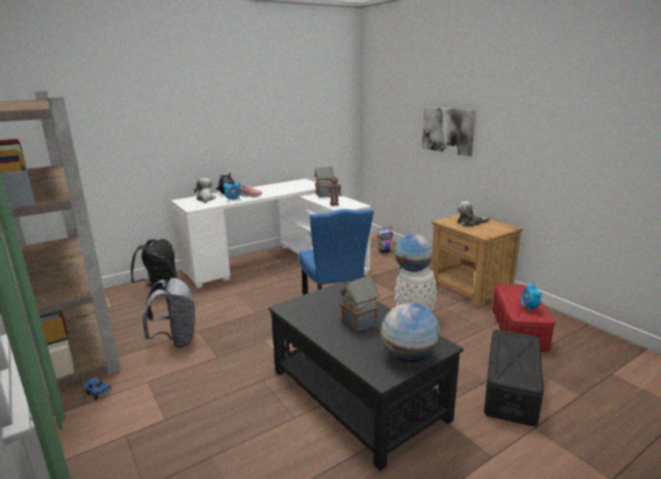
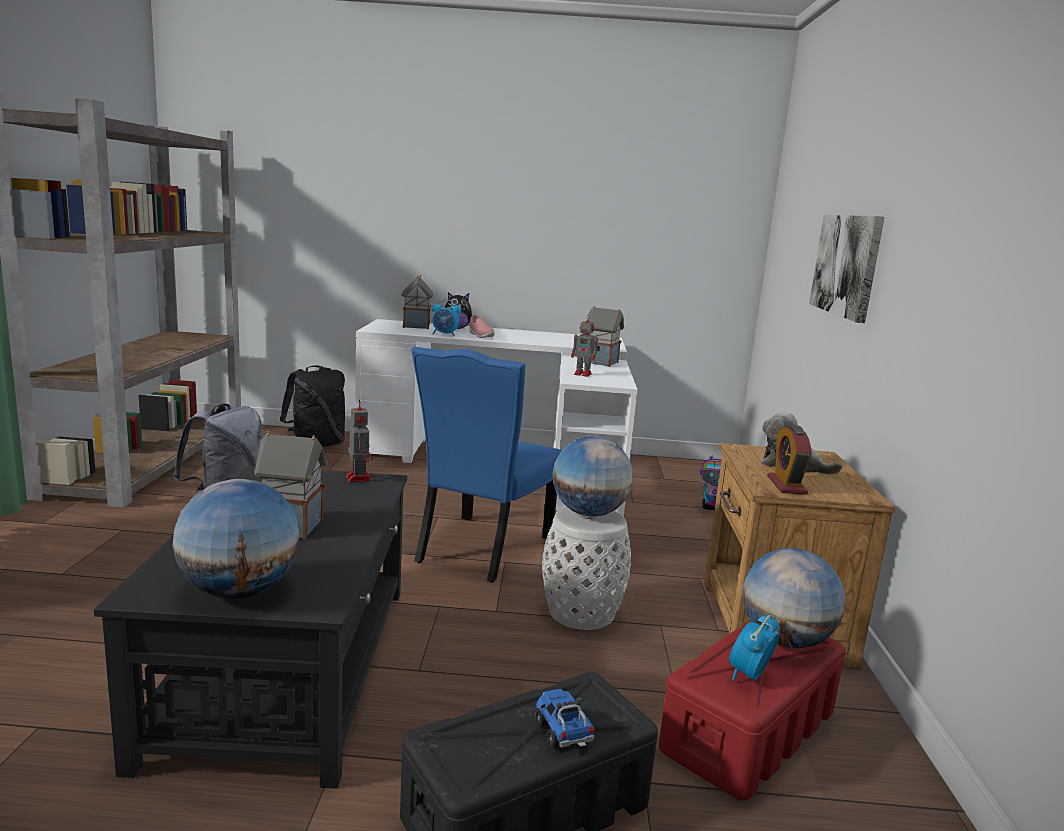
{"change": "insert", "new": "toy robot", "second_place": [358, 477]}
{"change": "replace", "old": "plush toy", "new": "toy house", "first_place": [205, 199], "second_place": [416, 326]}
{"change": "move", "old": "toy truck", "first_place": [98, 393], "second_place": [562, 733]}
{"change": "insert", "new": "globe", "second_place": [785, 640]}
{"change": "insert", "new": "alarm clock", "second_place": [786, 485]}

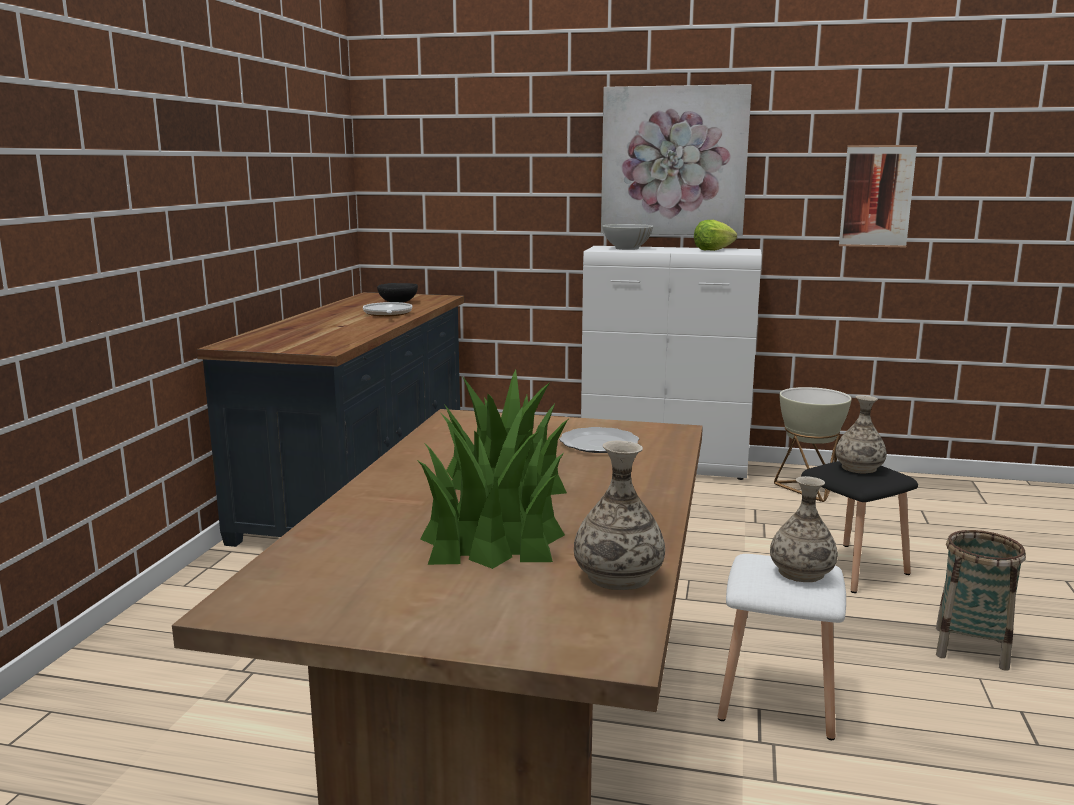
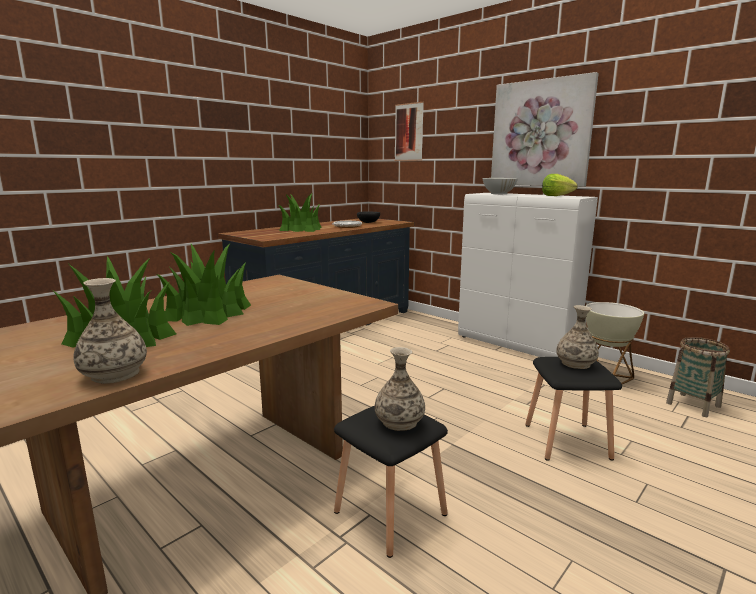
{"change": "insert", "new": "potted plant", "second_place": [300, 229]}
{"change": "recolor", "old": "white stool", "new": "black stool", "first_place": [778, 700], "second_place": [389, 514]}
{"change": "move", "old": "picture", "first_place": [876, 196], "second_place": [409, 132]}
{"change": "move", "old": "basket", "first_place": [971, 648], "second_place": [693, 405]}
{"change": "delete", "old": "plate", "first_place": [598, 443]}

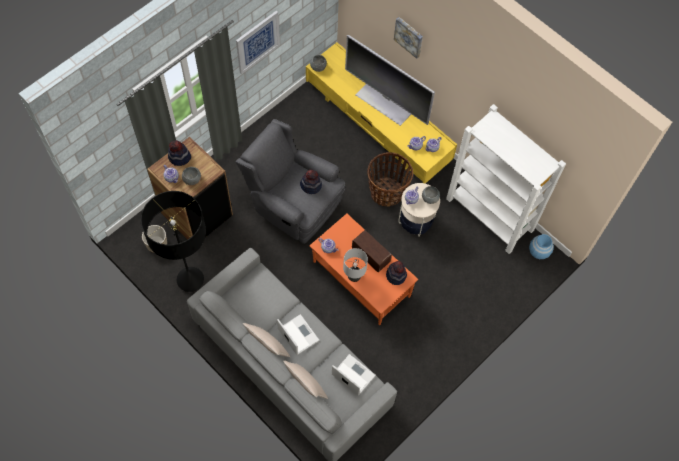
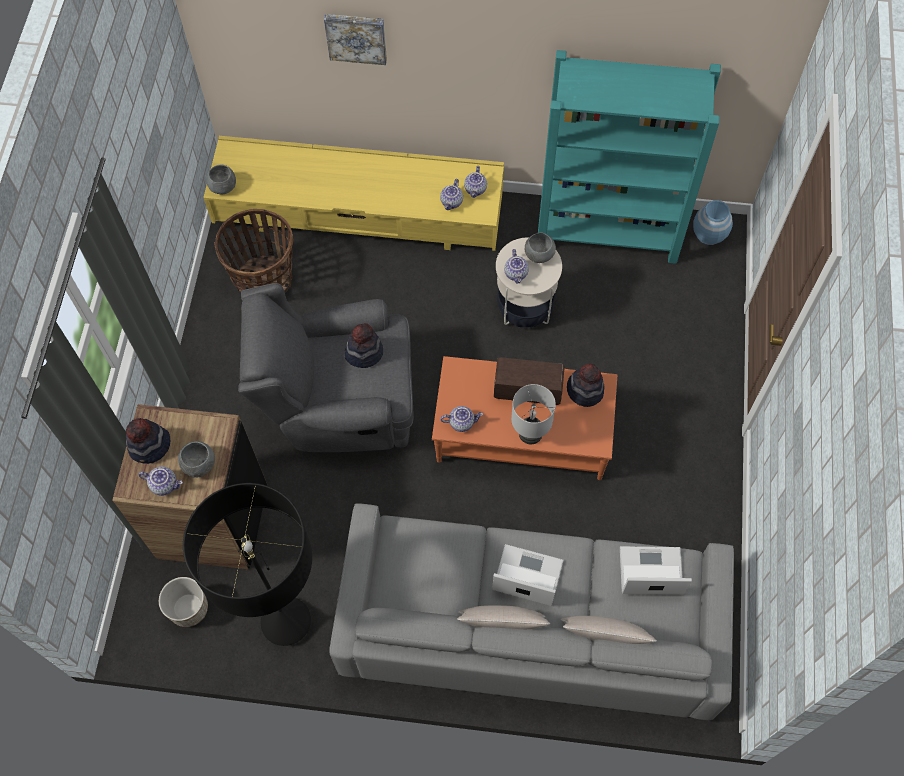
{"change": "move", "old": "basket", "first_place": [387, 192], "second_place": [264, 280]}
{"change": "recolor", "old": "white bookcase", "new": "turquoise bookcase", "first_place": [490, 214], "second_place": [608, 230]}
{"change": "delete", "old": "picture", "first_place": [257, 42]}
{"change": "delete", "old": "television", "first_place": [383, 103]}

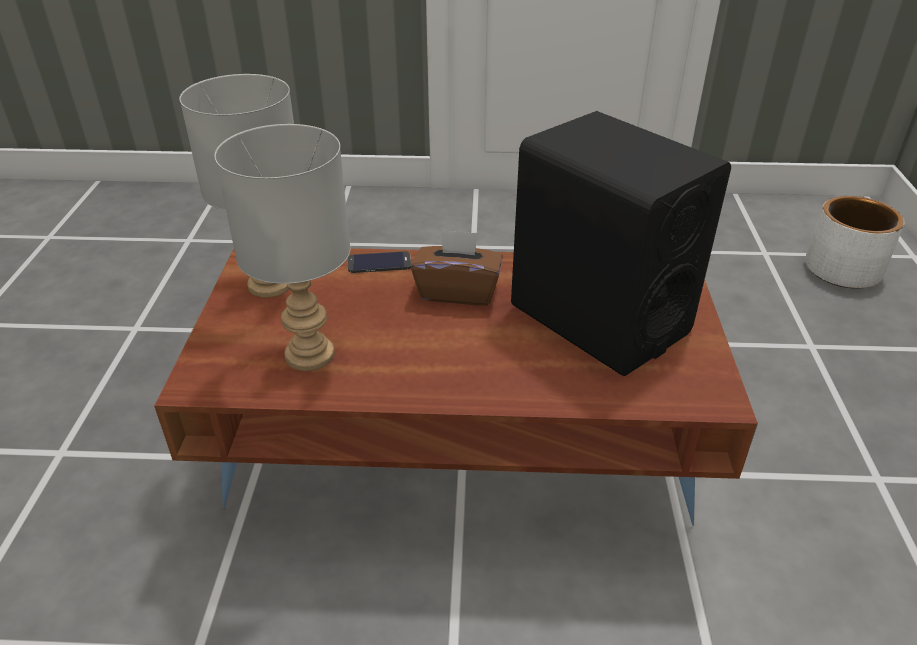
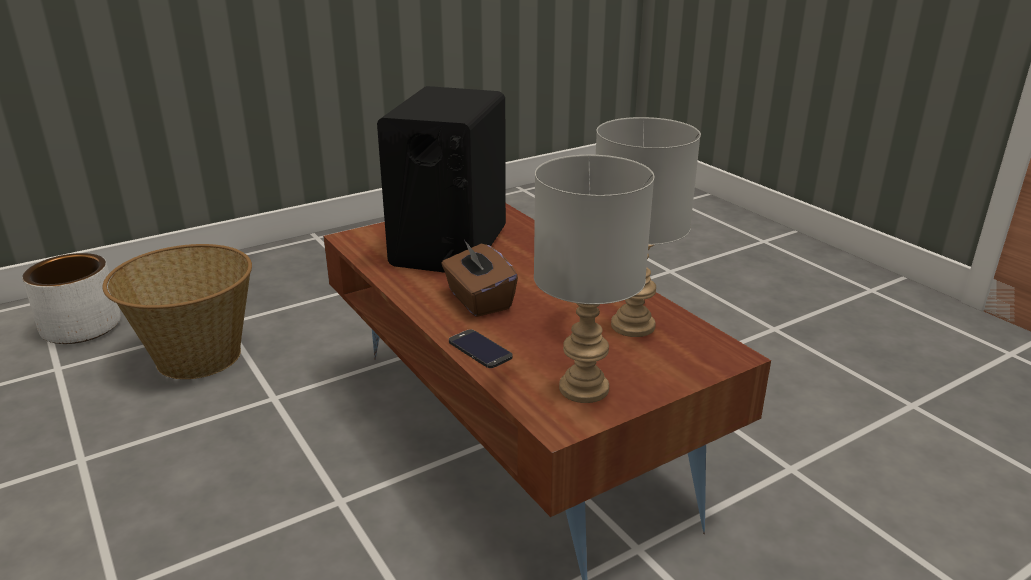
{"change": "insert", "new": "basket", "second_place": [197, 357]}

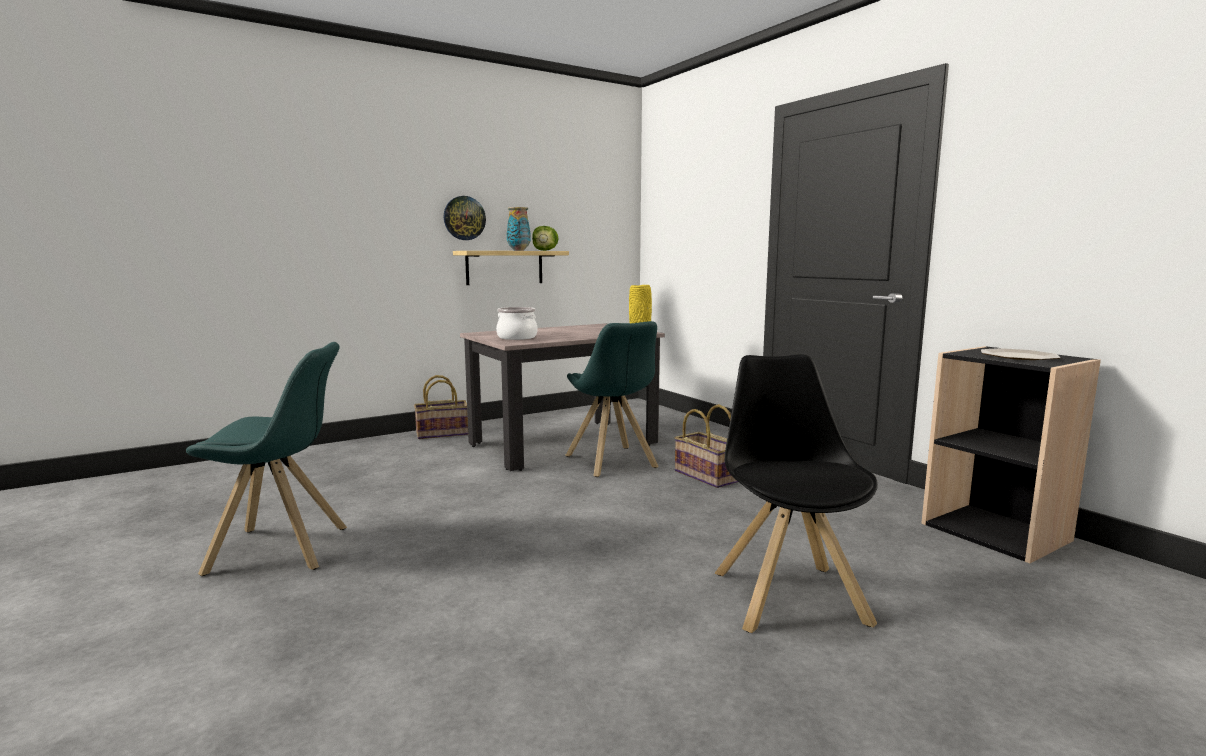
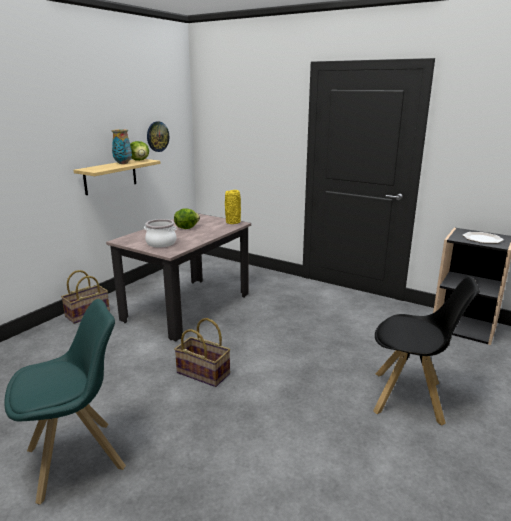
{"change": "move", "old": "wall clock", "first_place": [464, 218], "second_place": [157, 136]}
{"change": "insert", "new": "lettuce", "second_place": [186, 228]}
{"change": "move", "old": "basket", "first_place": [707, 476], "second_place": [204, 373]}
{"change": "rotate", "old": "black chair", "first_place": [788, 594], "second_place": [410, 398], "degrees": 135}
{"change": "delete", "old": "turquoise chair", "first_place": [611, 461]}

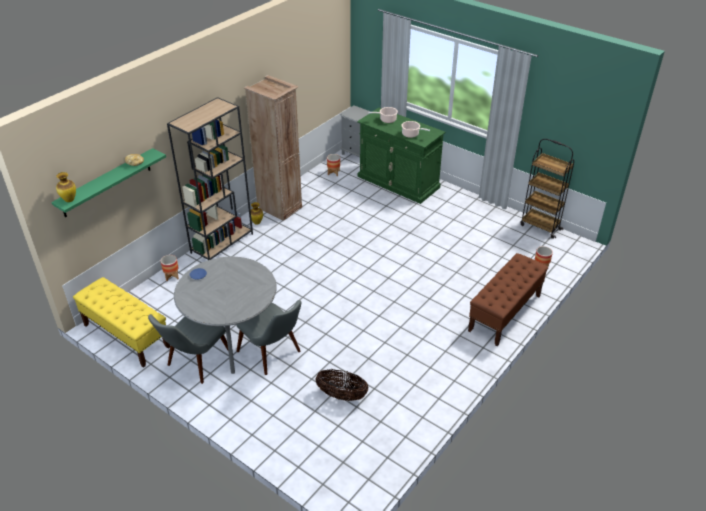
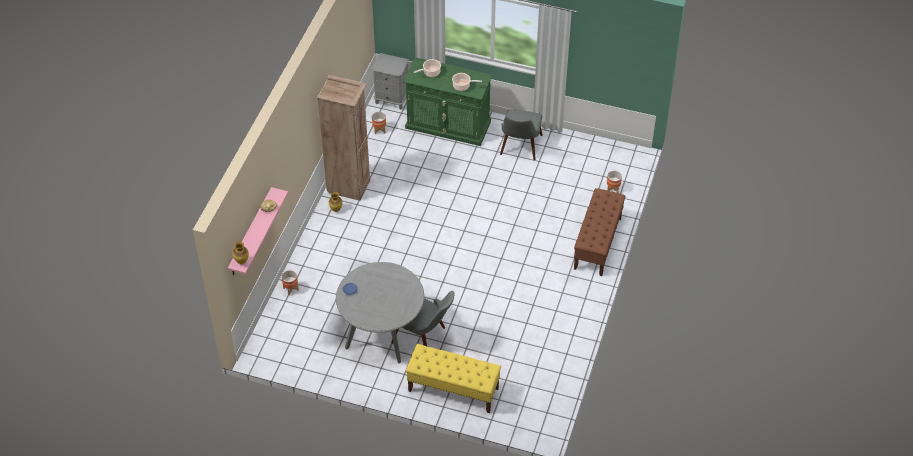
{"change": "recolor", "old": "green shelf", "new": "pink shelf", "first_place": [106, 183], "second_place": [250, 233]}
{"change": "move", "old": "yellow bench", "first_place": [126, 336], "second_place": [453, 389]}
{"change": "move", "old": "grey chair", "first_place": [194, 364], "second_place": [519, 149]}
{"change": "delete", "old": "bookcase", "first_place": [222, 243]}
{"change": "delete", "old": "basket", "first_place": [341, 395]}
{"change": "delete", "old": "brown cart", "first_place": [540, 227]}

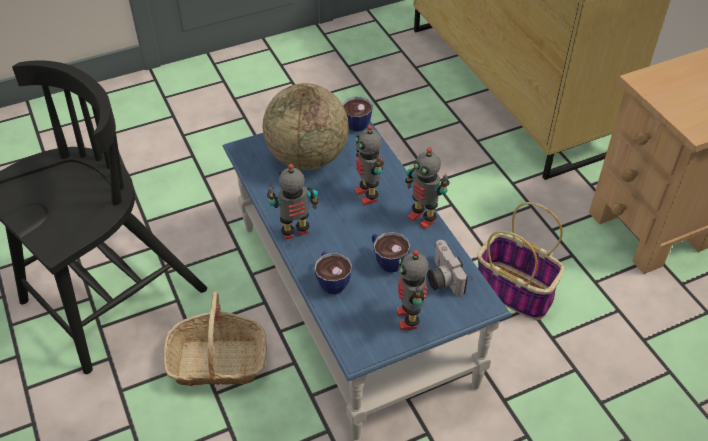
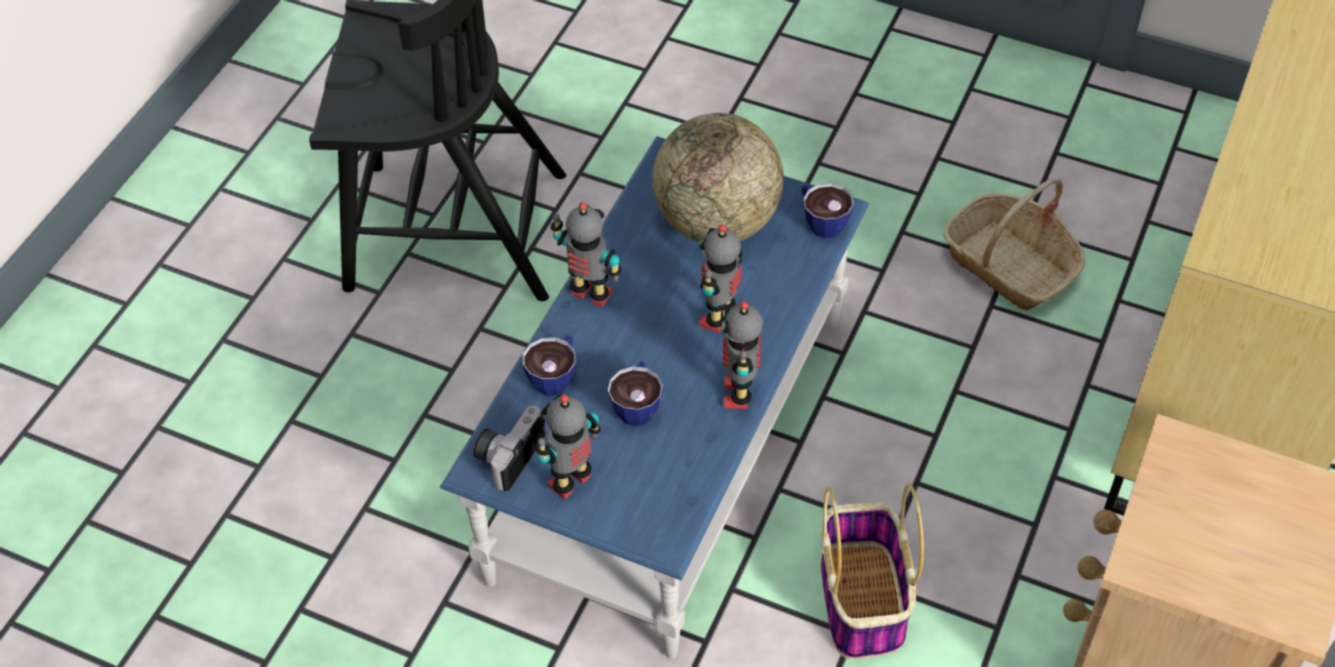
{"change": "move", "old": "photo camera", "first_place": [441, 278], "second_place": [508, 454]}
{"change": "move", "old": "basket", "first_place": [218, 362], "second_place": [1010, 265]}

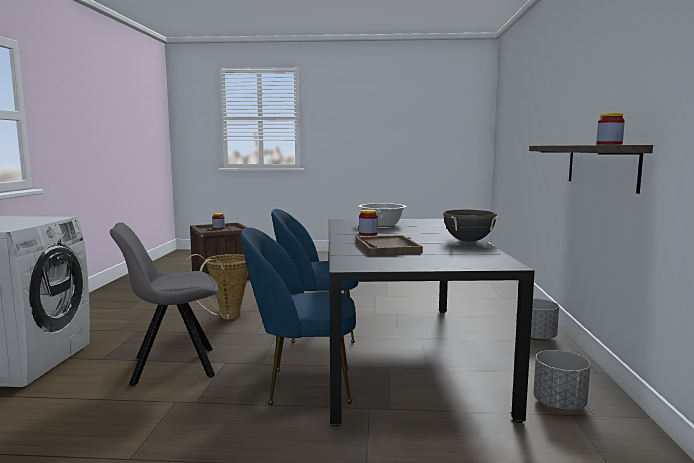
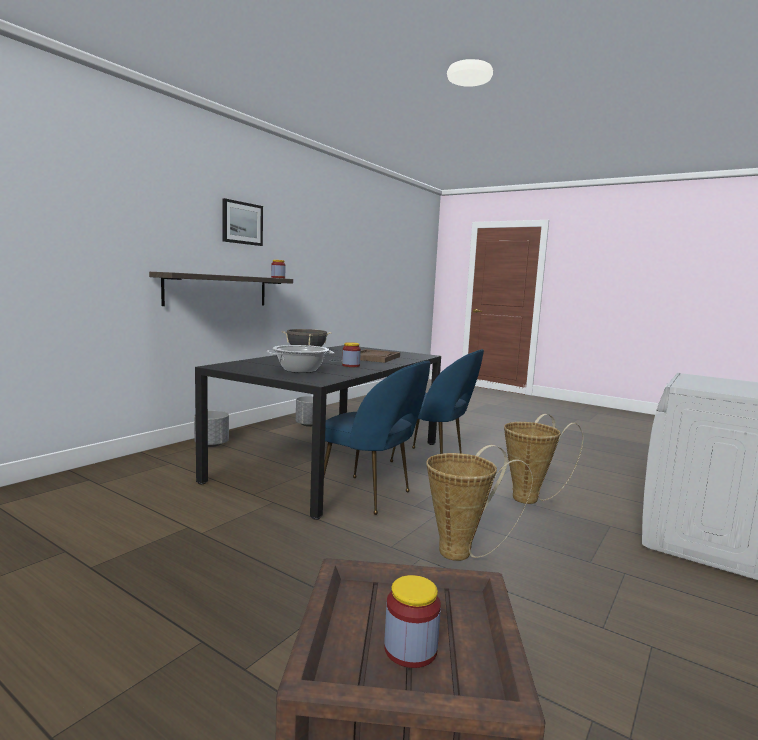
{"change": "insert", "new": "picture", "second_place": [242, 223]}
{"change": "replace", "old": "grey chair", "new": "basket", "first_place": [173, 366], "second_place": [530, 498]}

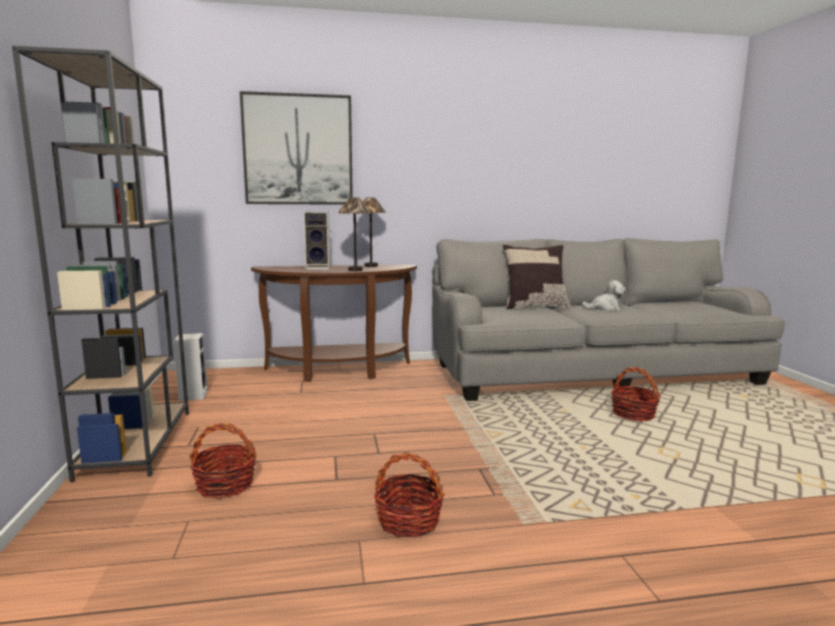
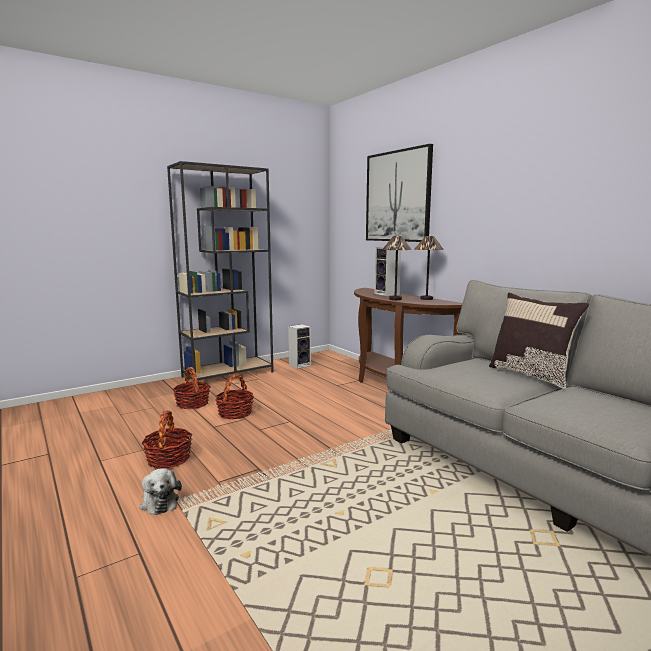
{"change": "move", "old": "plush toy", "first_place": [605, 308], "second_place": [159, 501]}
{"change": "move", "old": "basket", "first_place": [633, 414], "second_place": [235, 413]}

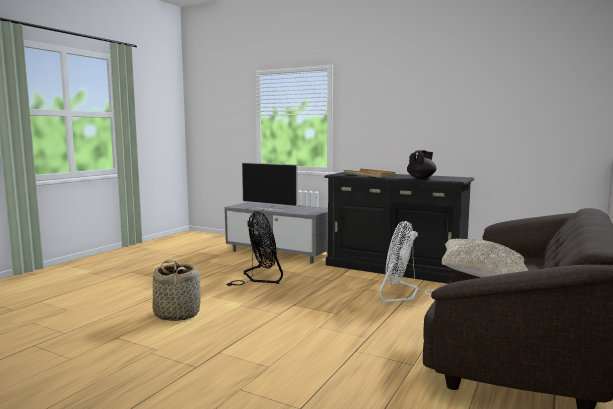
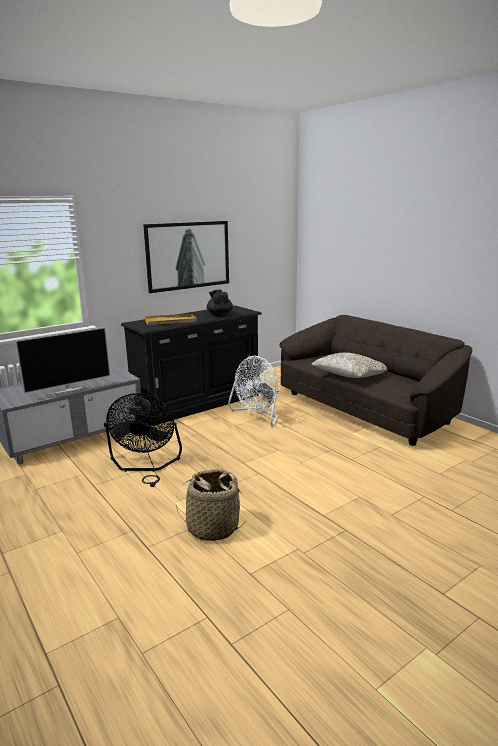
{"change": "insert", "new": "picture", "second_place": [188, 255]}

